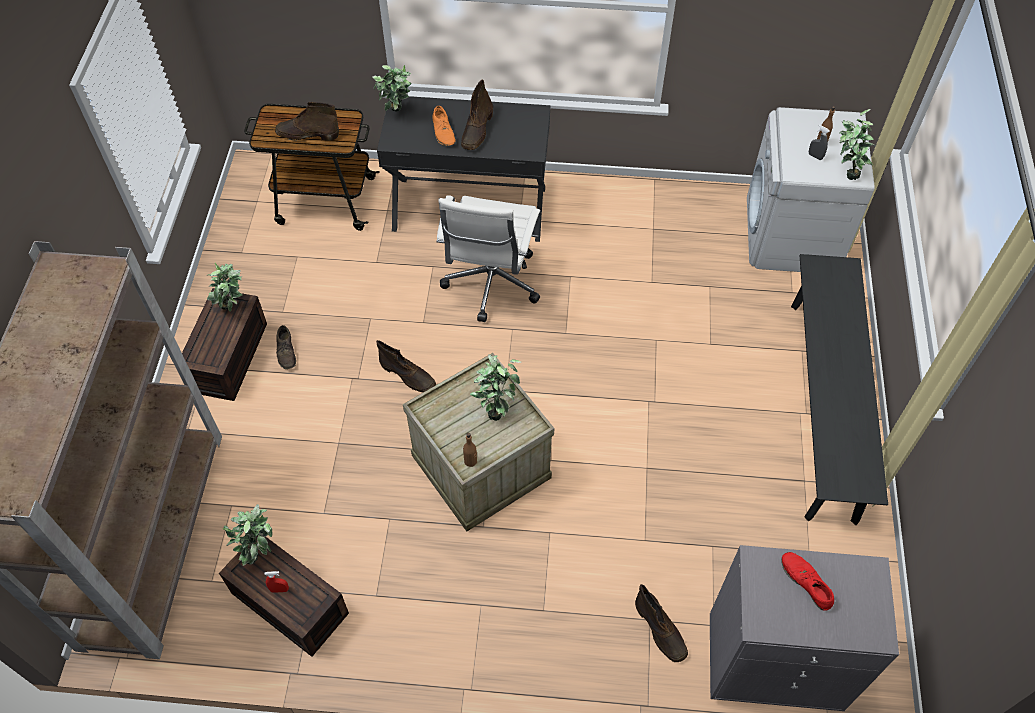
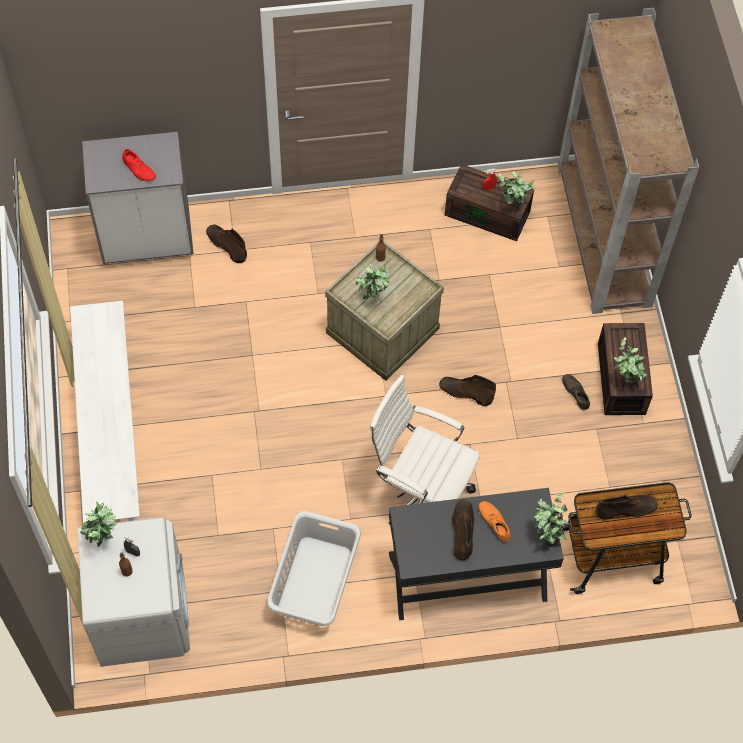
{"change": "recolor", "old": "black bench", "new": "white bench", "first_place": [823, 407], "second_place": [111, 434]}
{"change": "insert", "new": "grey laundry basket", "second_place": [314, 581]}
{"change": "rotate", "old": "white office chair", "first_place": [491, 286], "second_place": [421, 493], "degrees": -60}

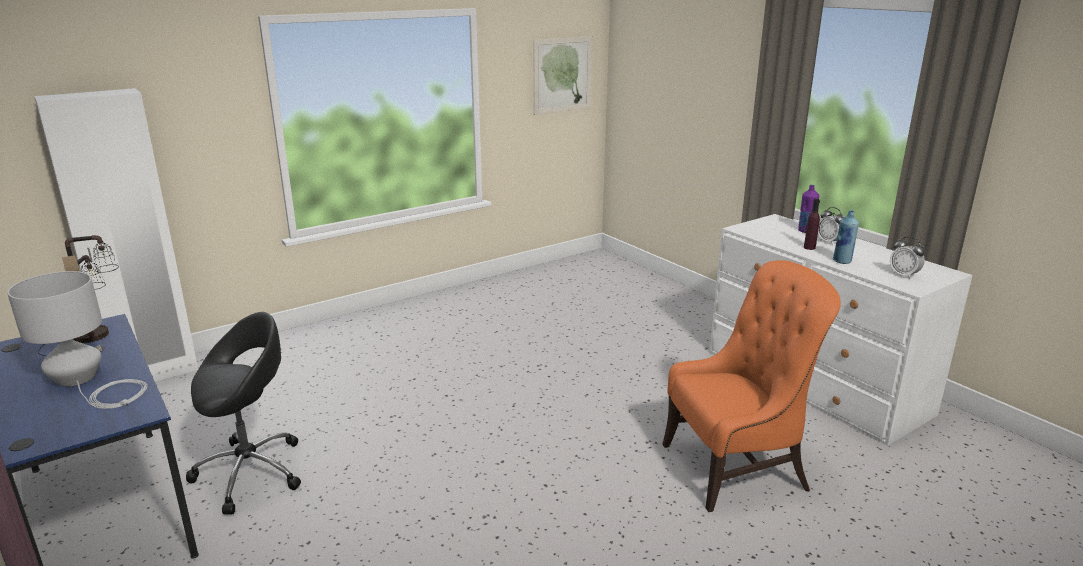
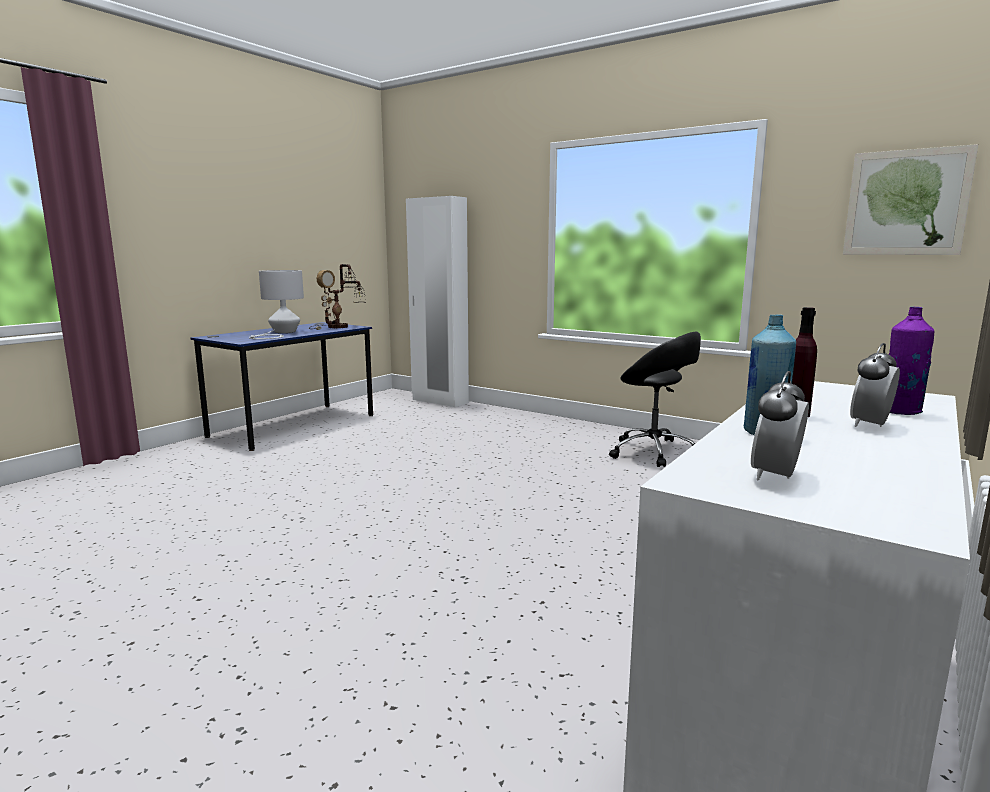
{"change": "move", "old": "black office chair", "first_place": [252, 471], "second_place": [654, 452]}
{"change": "delete", "old": "orange chair", "first_place": [736, 467]}

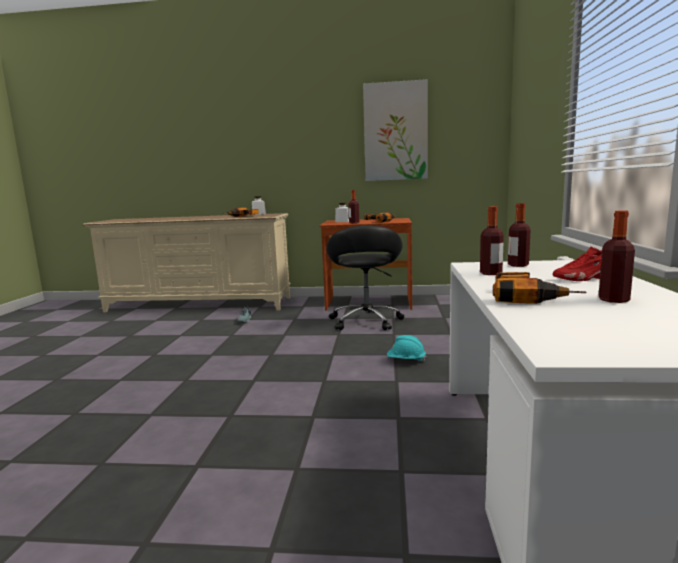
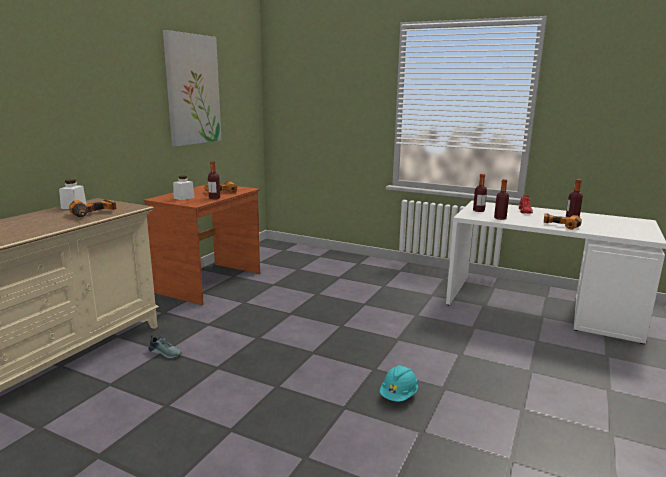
{"change": "move", "old": "turquoise hard hat", "first_place": [406, 361], "second_place": [398, 395]}
{"change": "delete", "old": "black office chair", "first_place": [366, 322]}

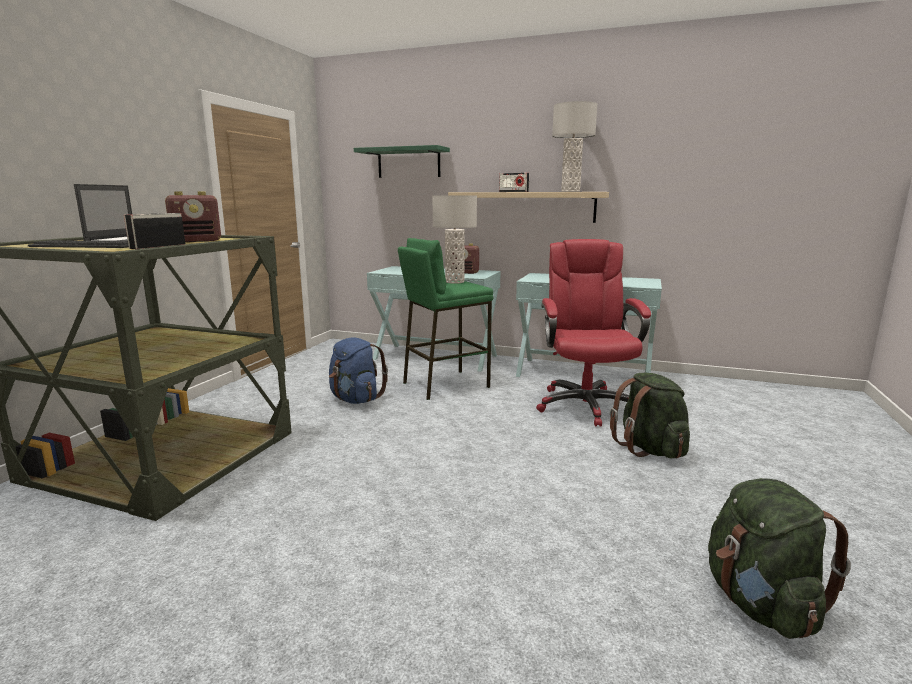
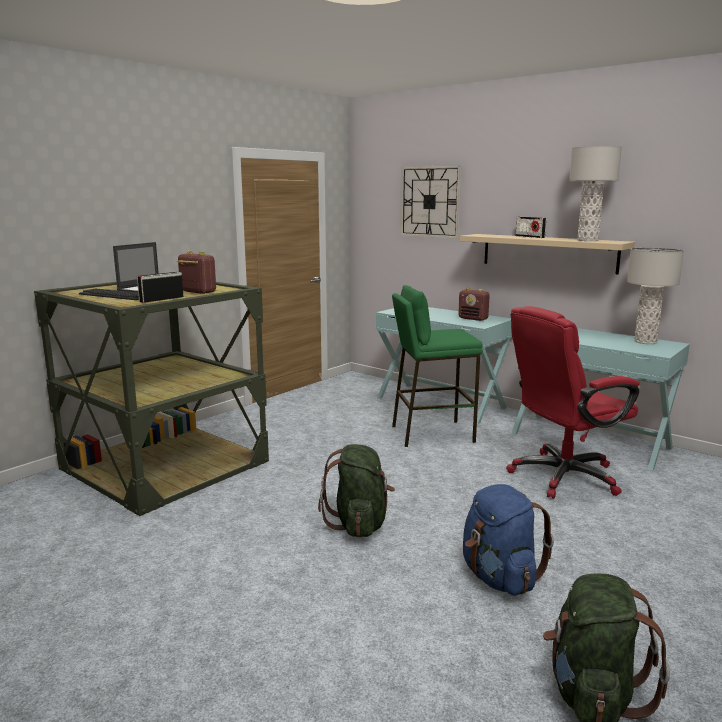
{"change": "rotate", "old": "radio", "first_place": [197, 241], "second_place": [197, 291], "degrees": -135}
{"change": "move", "old": "green backpack", "first_place": [649, 449], "second_place": [359, 524]}
{"change": "replace", "old": "green shelf", "new": "wall clock", "first_place": [409, 163], "second_place": [430, 202]}
{"change": "move", "old": "blue backpack", "first_place": [355, 399], "second_place": [499, 578]}
{"change": "rotate", "old": "red office chair", "first_place": [585, 405], "second_place": [564, 476], "degrees": -135}
{"change": "move", "old": "white table lamp", "first_place": [454, 282], "second_place": [645, 341]}

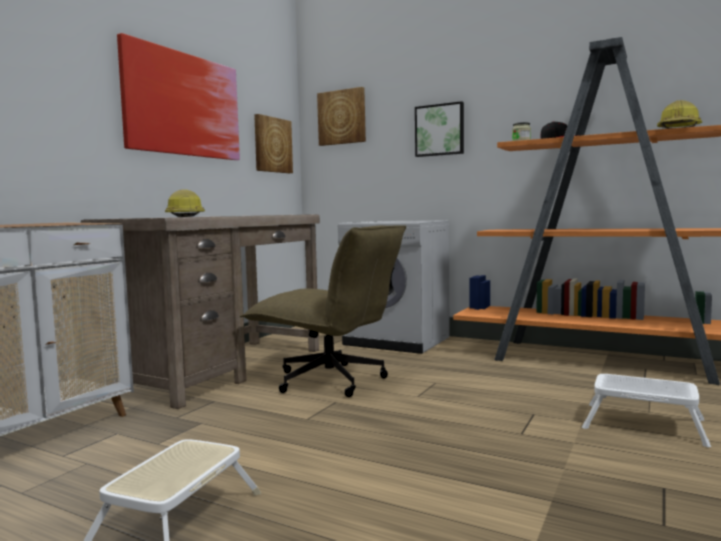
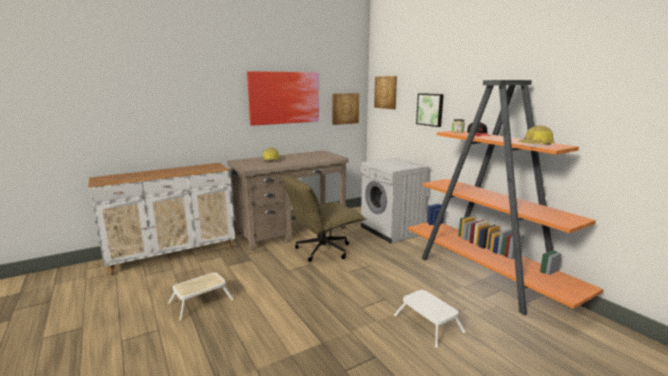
{"change": "rotate", "old": "beige office chair", "first_place": [328, 380], "second_place": [324, 250], "degrees": 90}

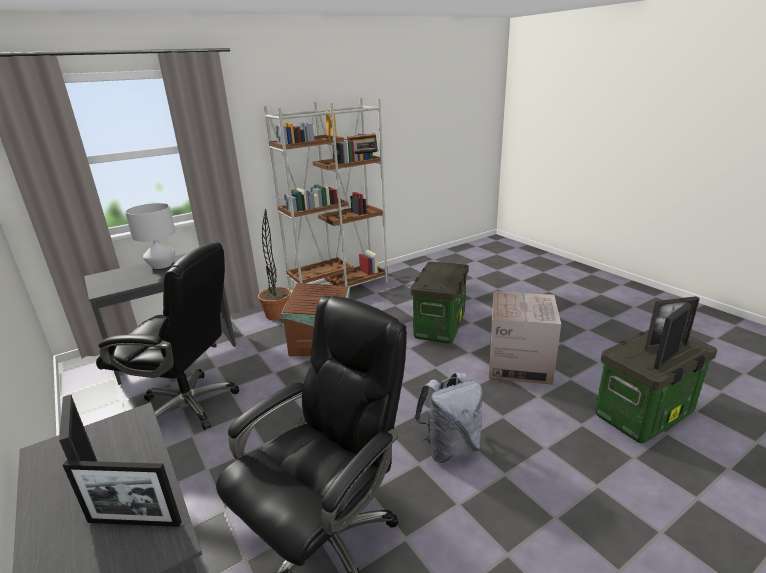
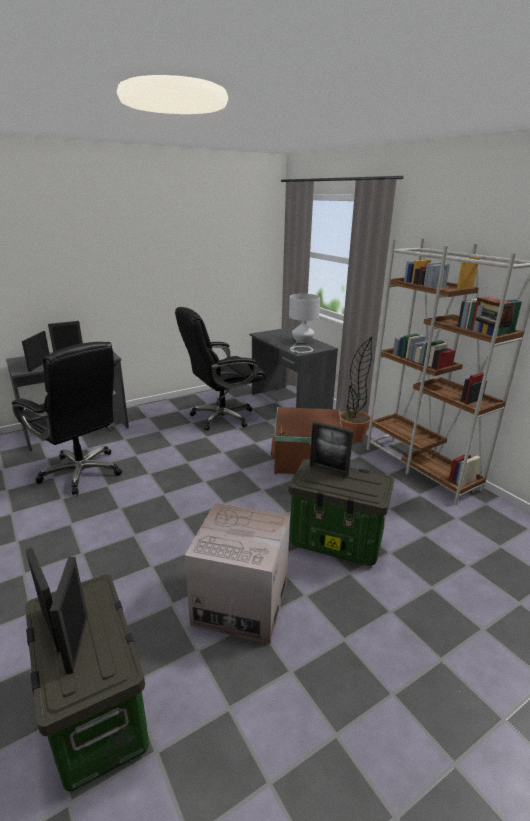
{"change": "rotate", "old": "black office chair", "first_place": [186, 404], "second_place": [224, 416], "degrees": 45}
{"change": "insert", "new": "picture frame", "second_place": [328, 471]}
{"change": "delete", "old": "grey backpack", "first_place": [450, 448]}

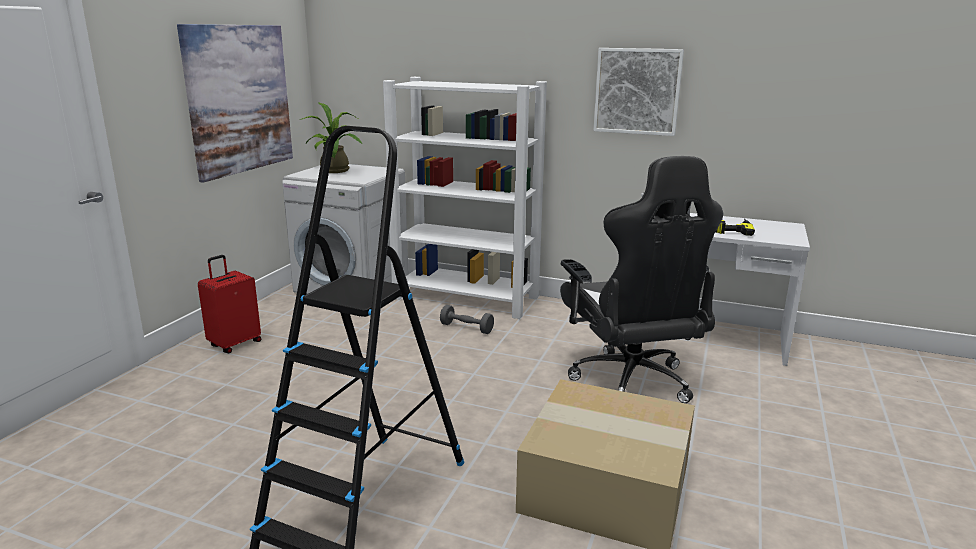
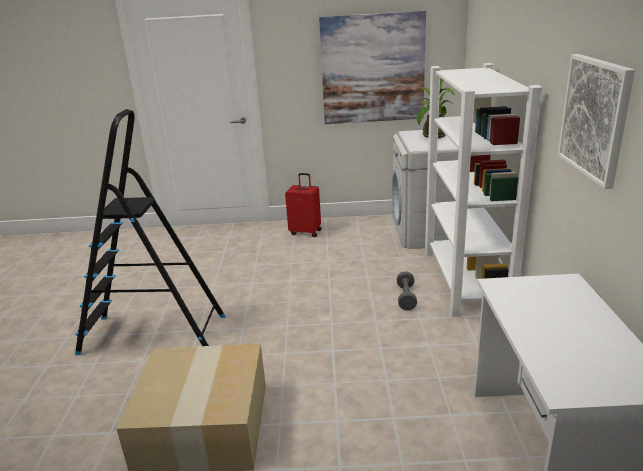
{"change": "delete", "old": "black office chair", "first_place": [627, 377]}
{"change": "delete", "old": "power drill", "first_place": [732, 229]}

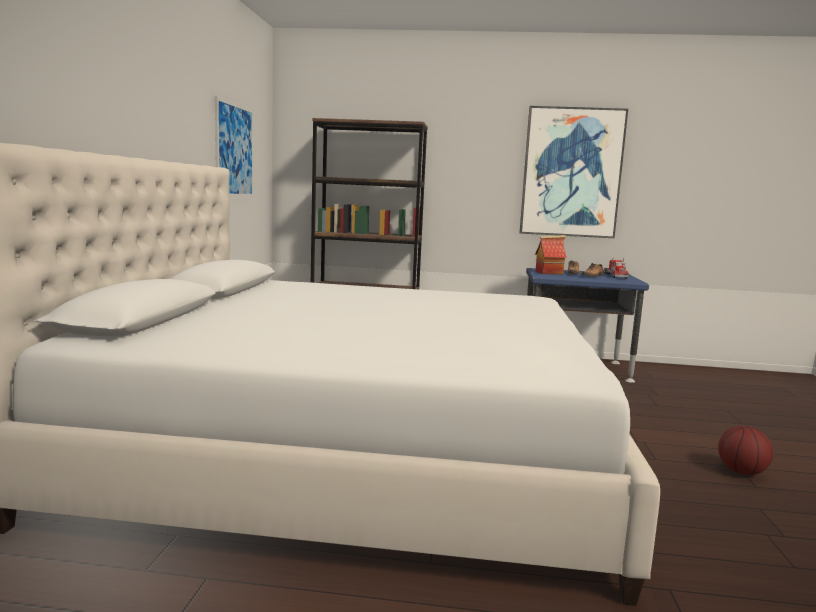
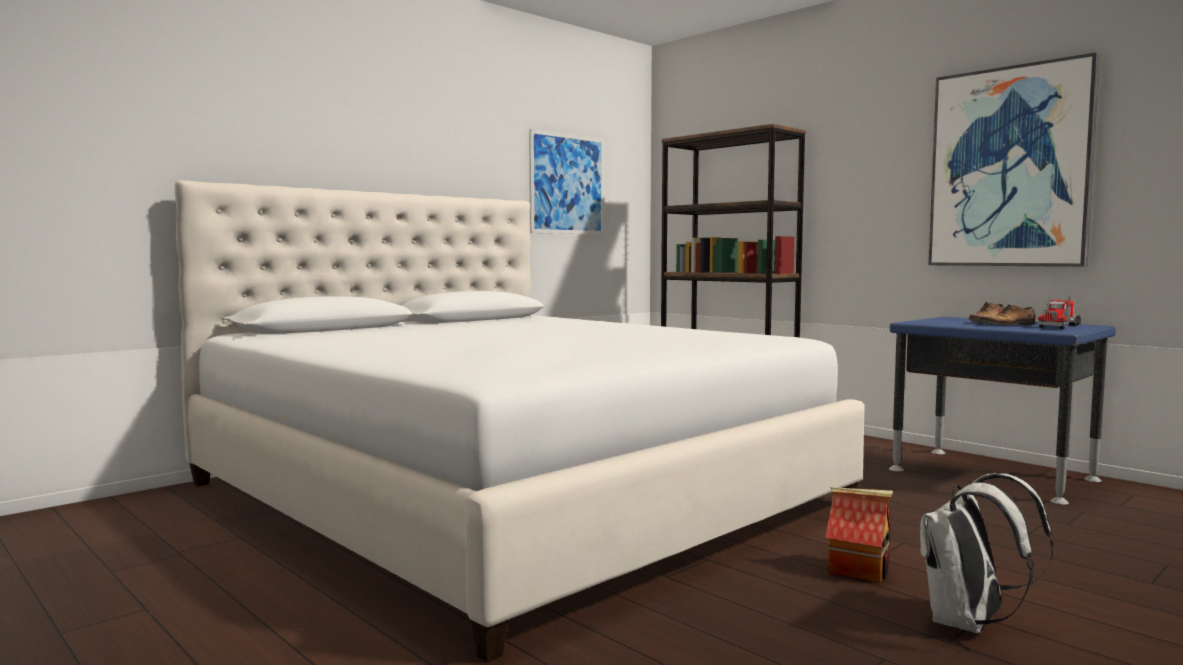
{"change": "move", "old": "toy house", "first_place": [549, 272], "second_place": [859, 570]}
{"change": "replace", "old": "basketball", "new": "white backpack", "first_place": [742, 472], "second_place": [970, 624]}

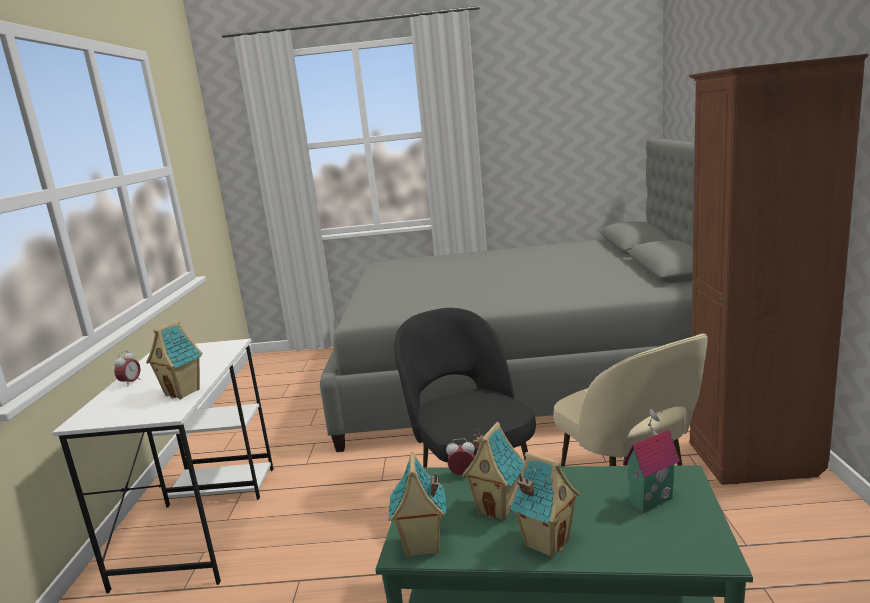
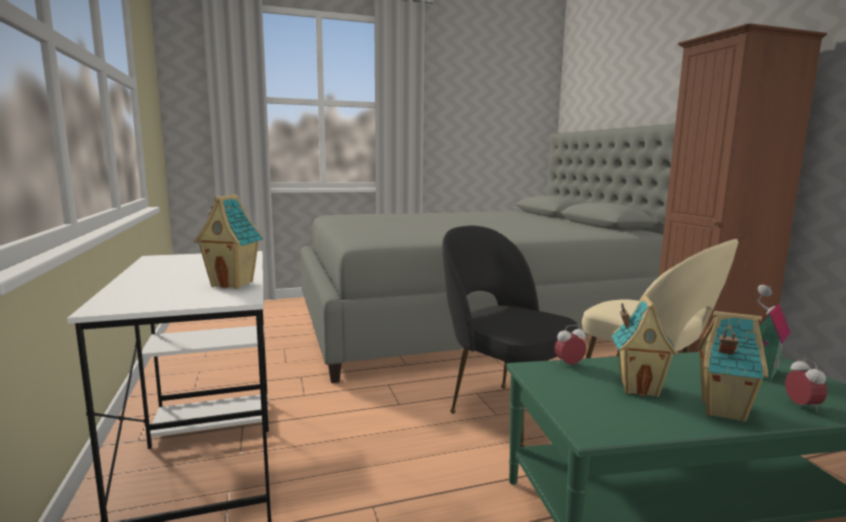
{"change": "move", "old": "alarm clock", "first_place": [131, 383], "second_place": [802, 406]}
{"change": "delete", "old": "toy house", "first_place": [422, 546]}

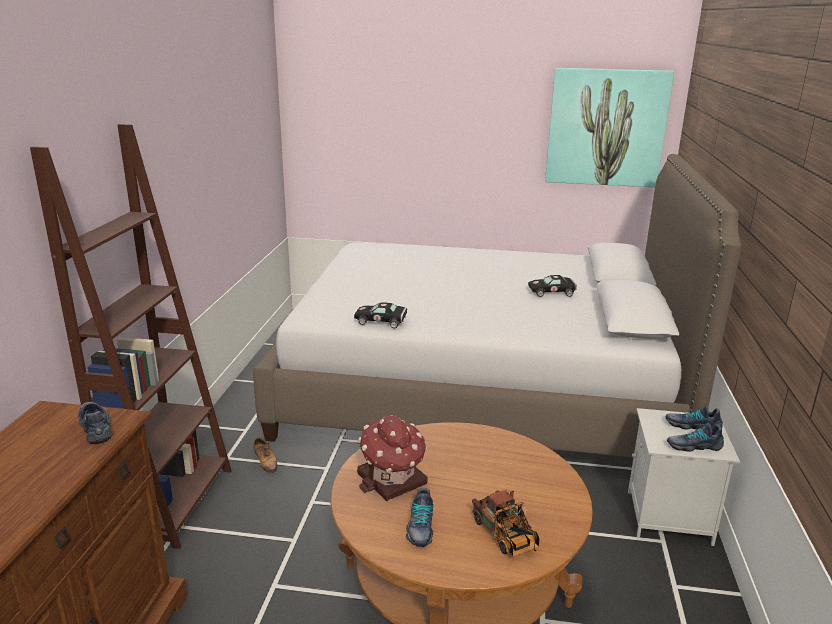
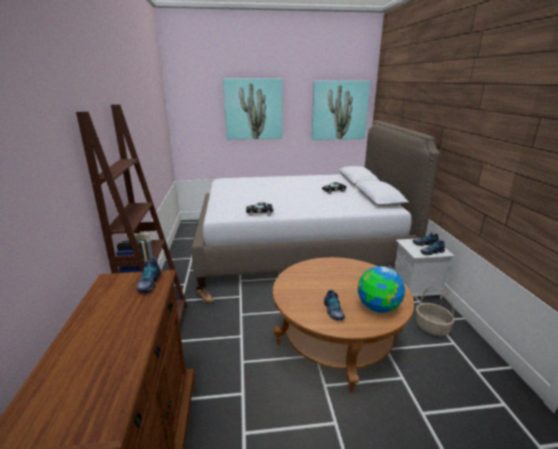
{"change": "rotate", "old": "shoe", "first_place": [96, 427], "second_place": [149, 283], "degrees": -135}
{"change": "insert", "new": "picture", "second_place": [253, 109]}
{"change": "replace", "old": "toy truck", "new": "globe", "first_place": [506, 538], "second_place": [378, 307]}
{"change": "insert", "new": "basket", "second_place": [432, 328]}
{"change": "delete", "old": "toy house", "first_place": [392, 480]}

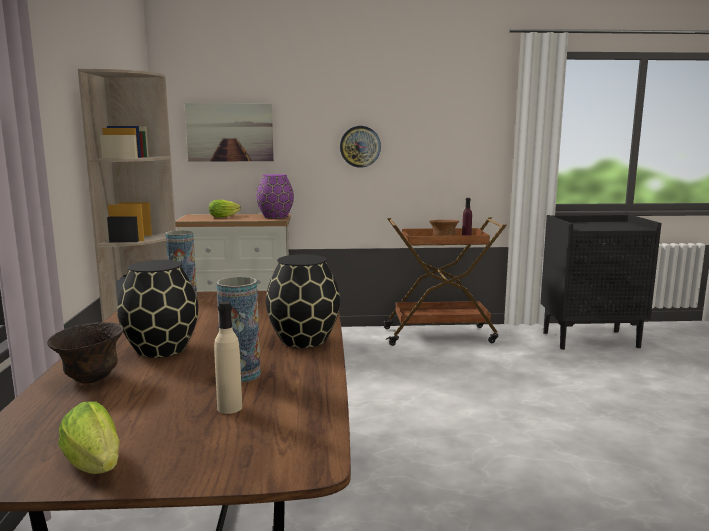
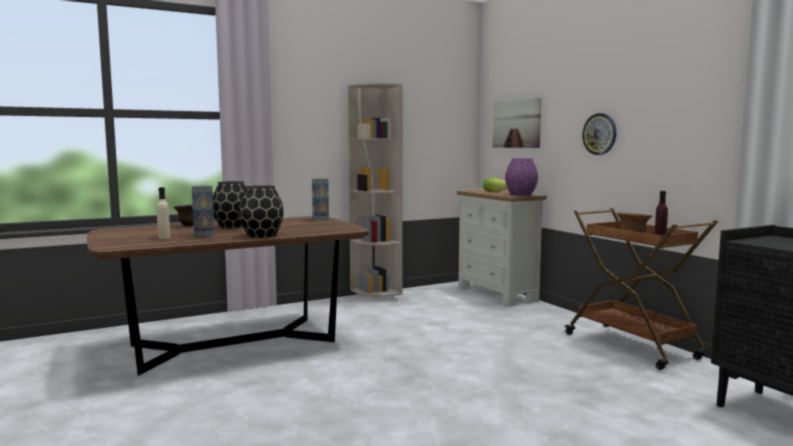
{"change": "delete", "old": "lettuce", "first_place": [95, 465]}

